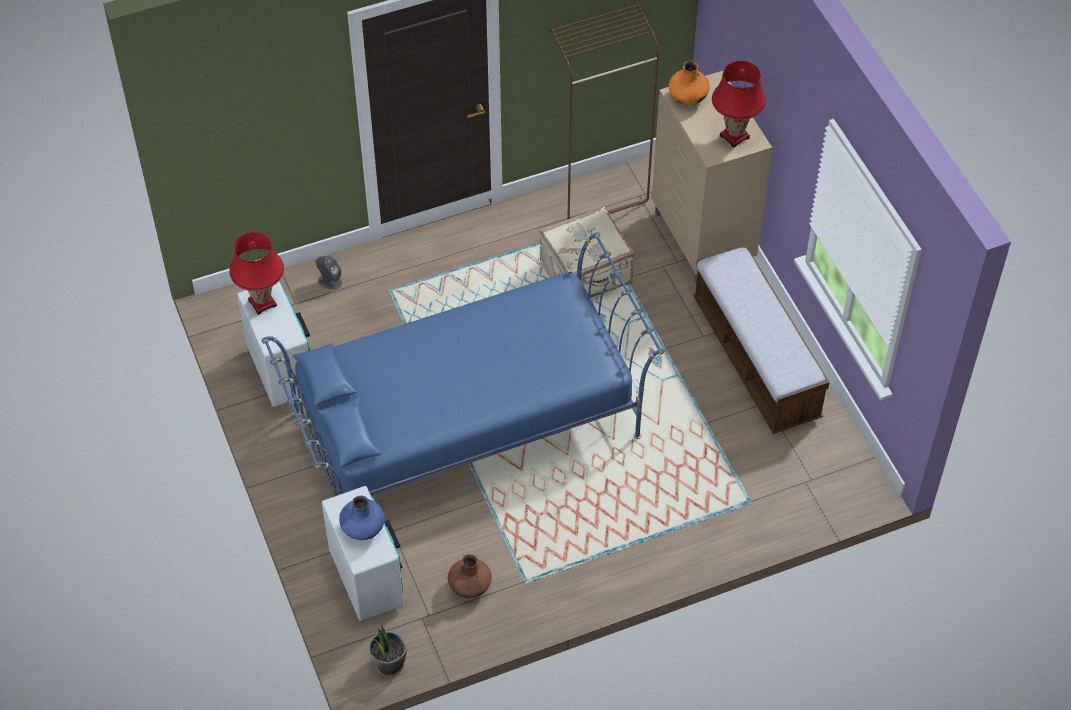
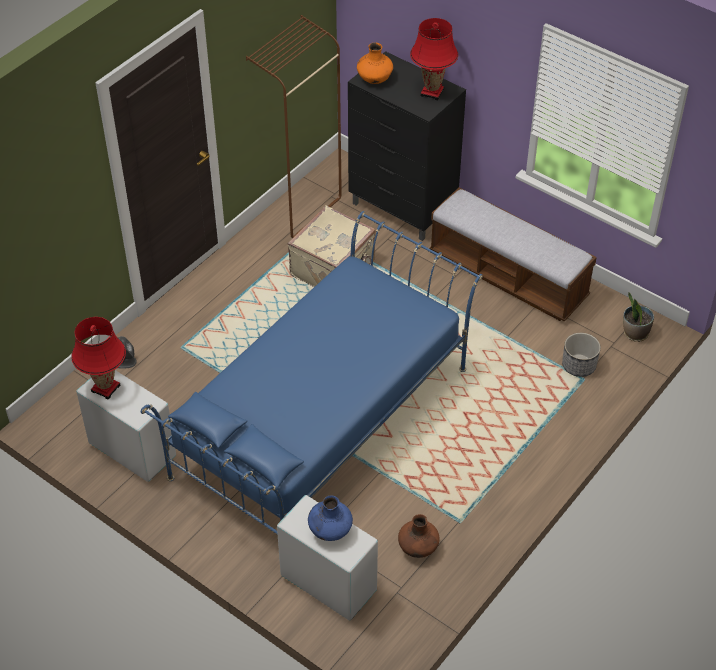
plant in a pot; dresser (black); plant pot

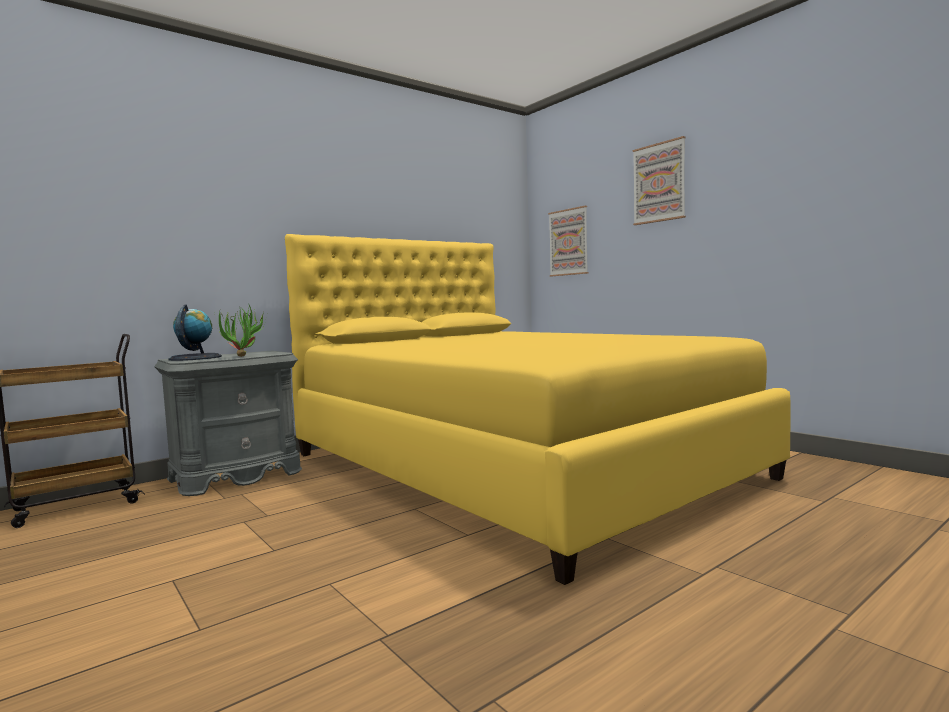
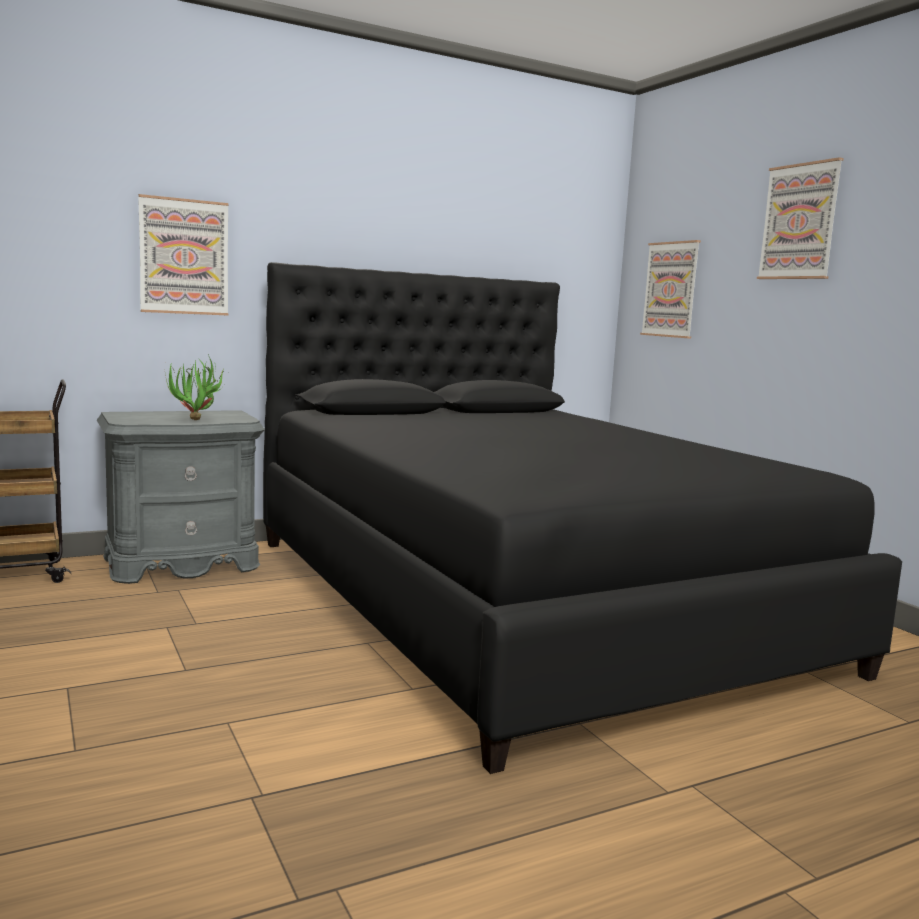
desk globe; bed (black); wall picture (1st from left)

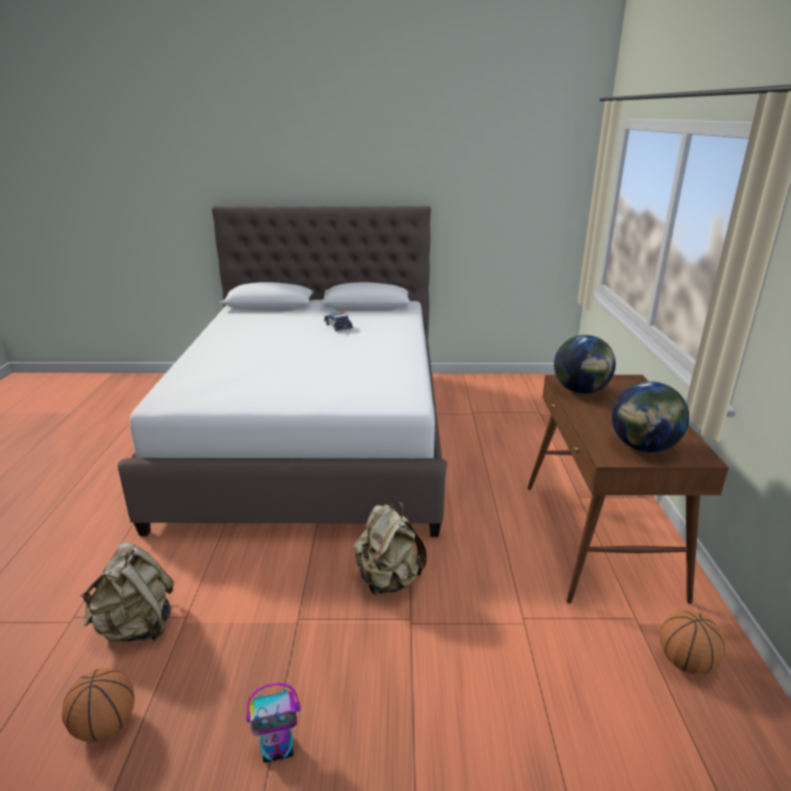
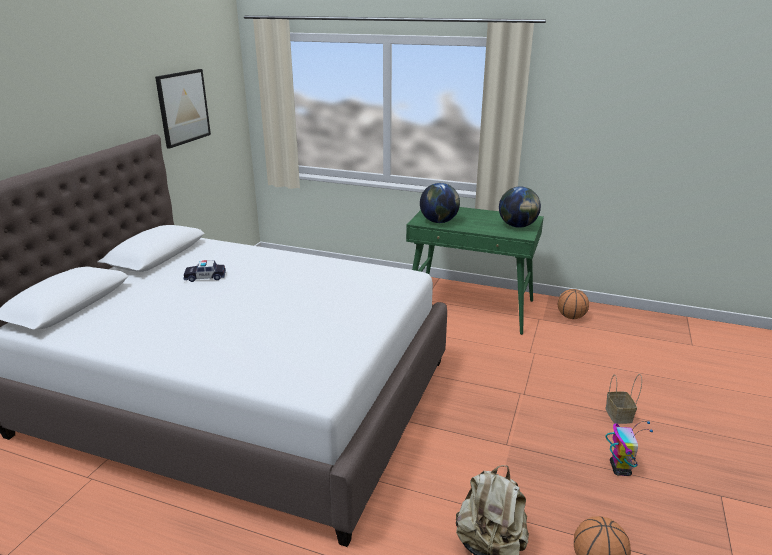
knapsack (beige) (2nd from left in the first image); desk (greenish); wall picture; storage basket

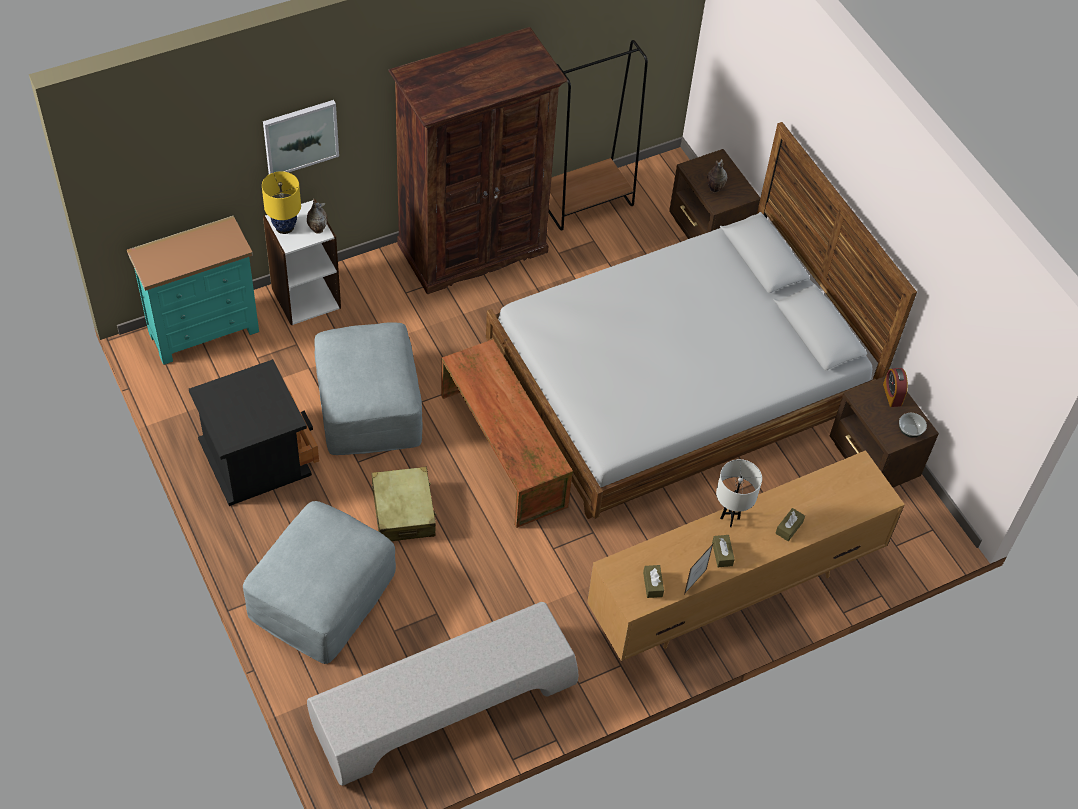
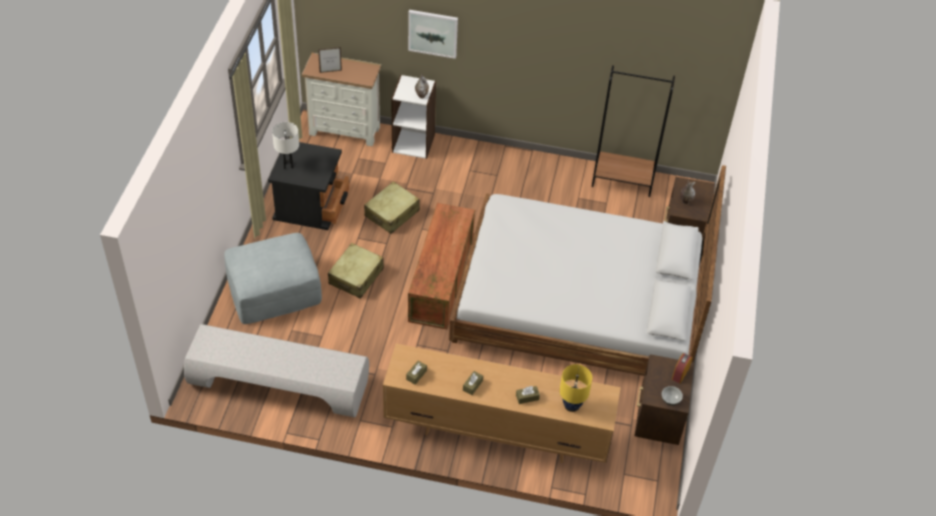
dresser (white); table lamp (yellowish); travel case (beige) (2nd from left); clothes cupboard (brown); standing frame; table lamp (white)

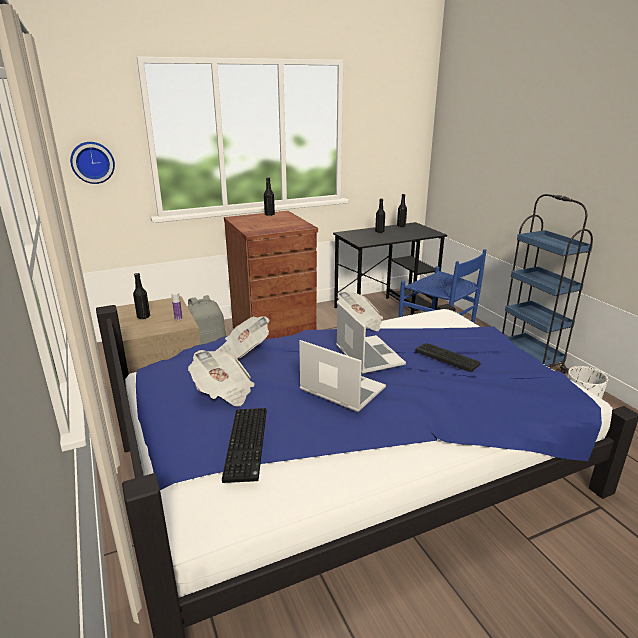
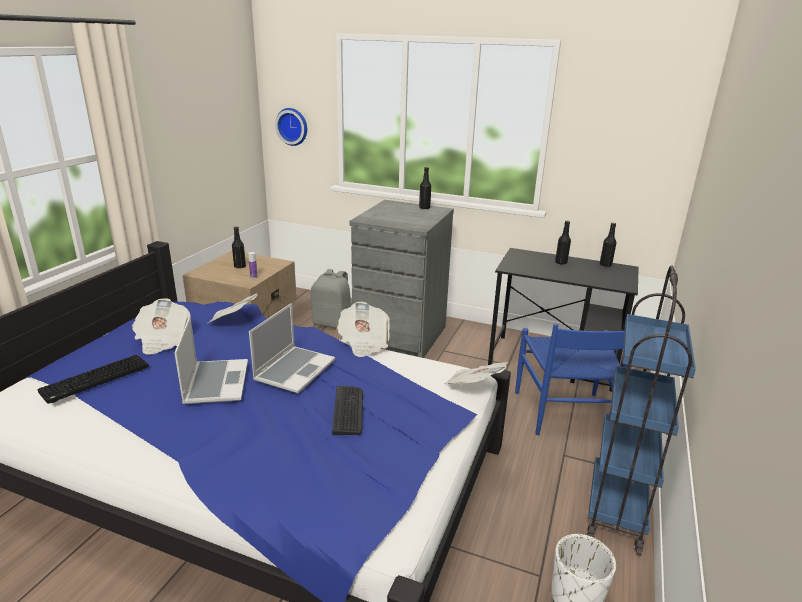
dresser (greyish); newspaper (4th from left)

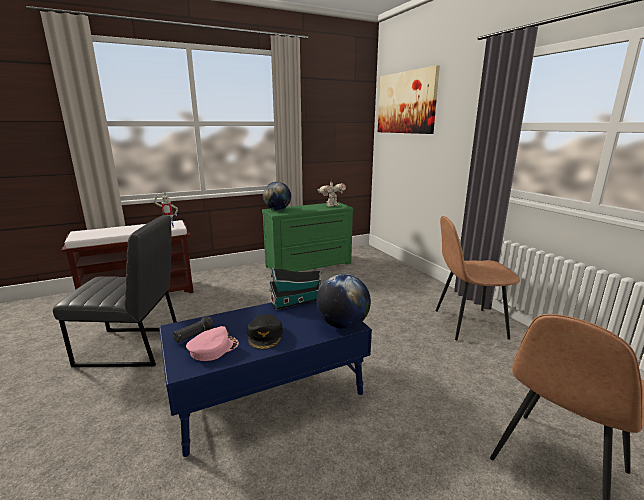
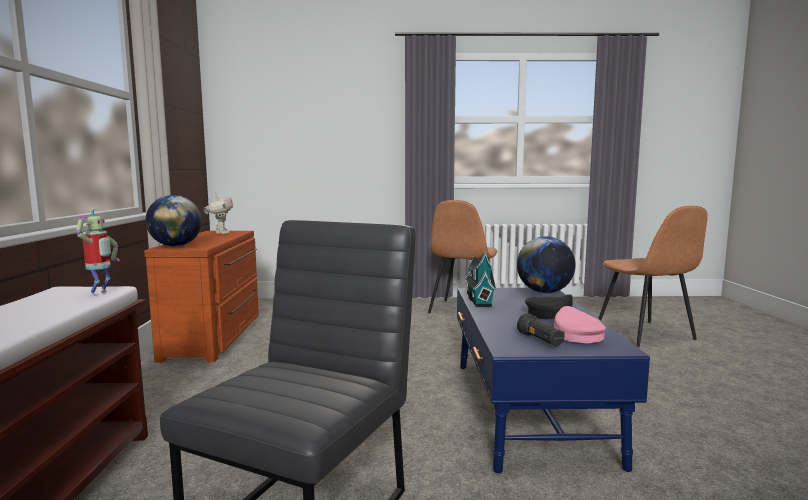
dresser (brown); wall picture

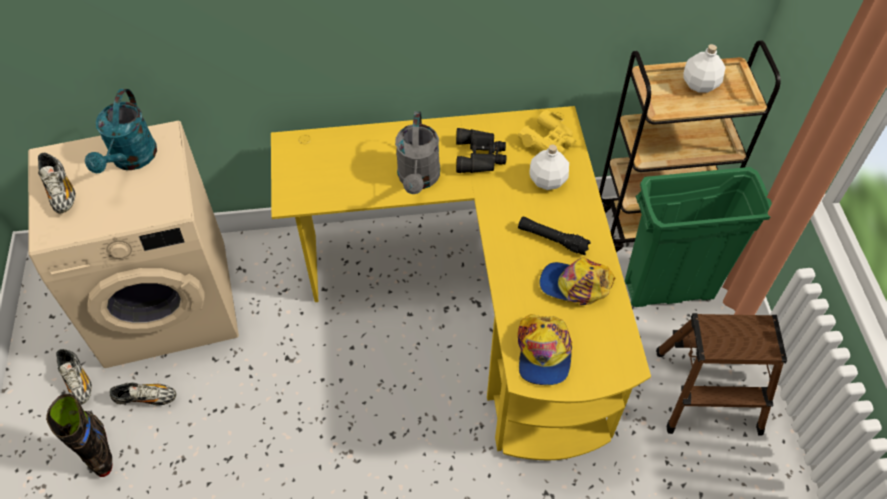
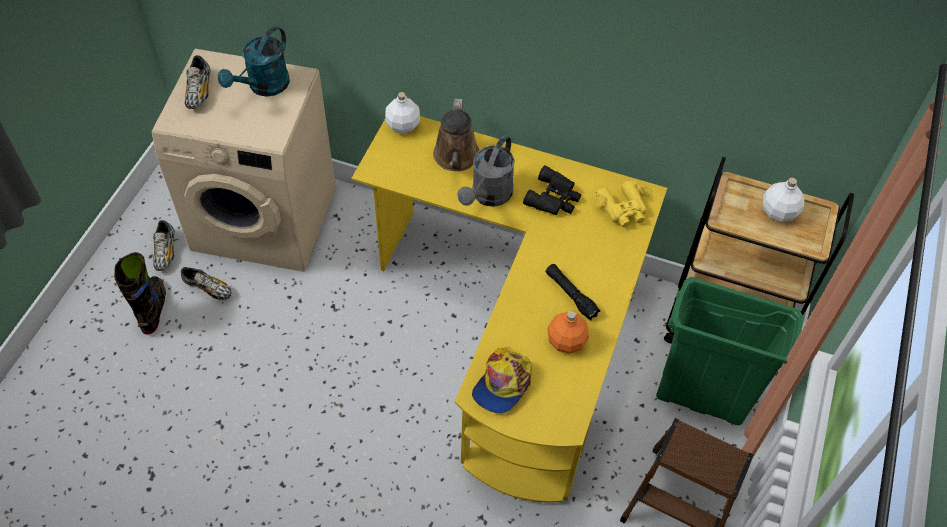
bottle (white) (1st from left); bottle (orangey); watering pot (brown)

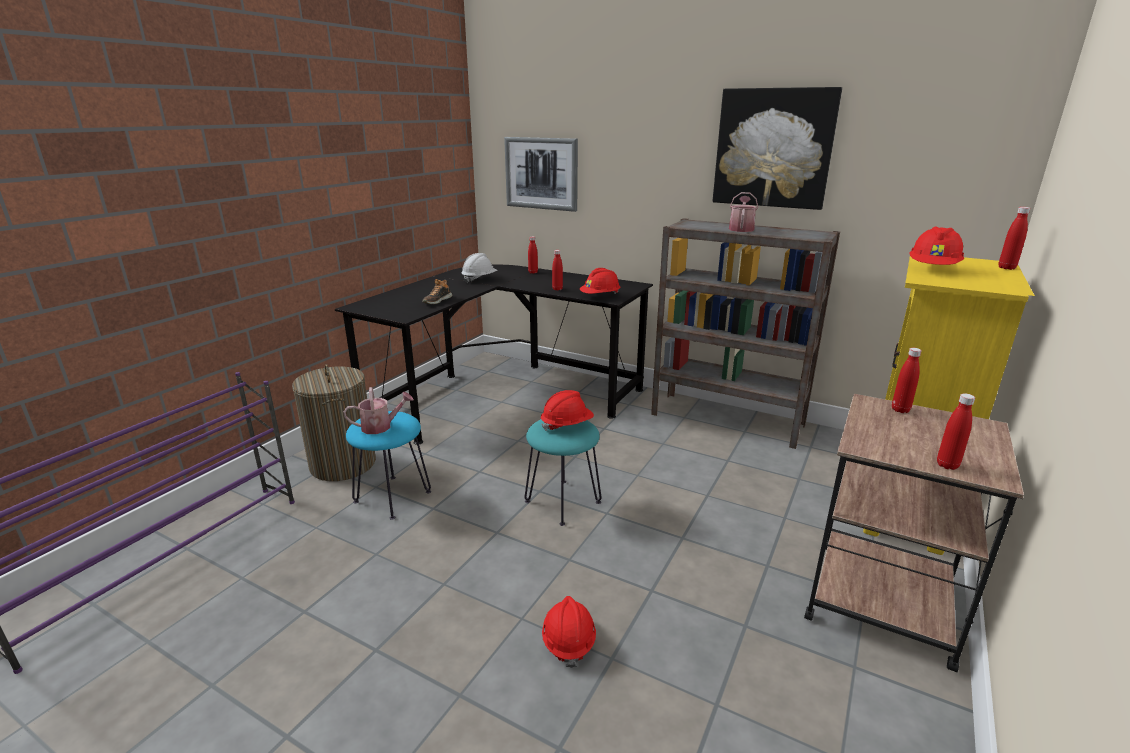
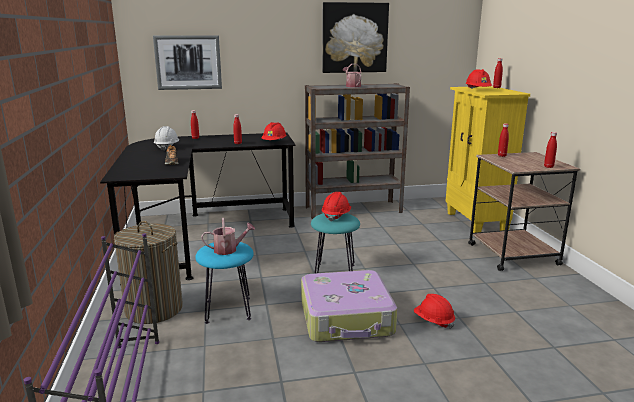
watering pot (1st from left); travel case

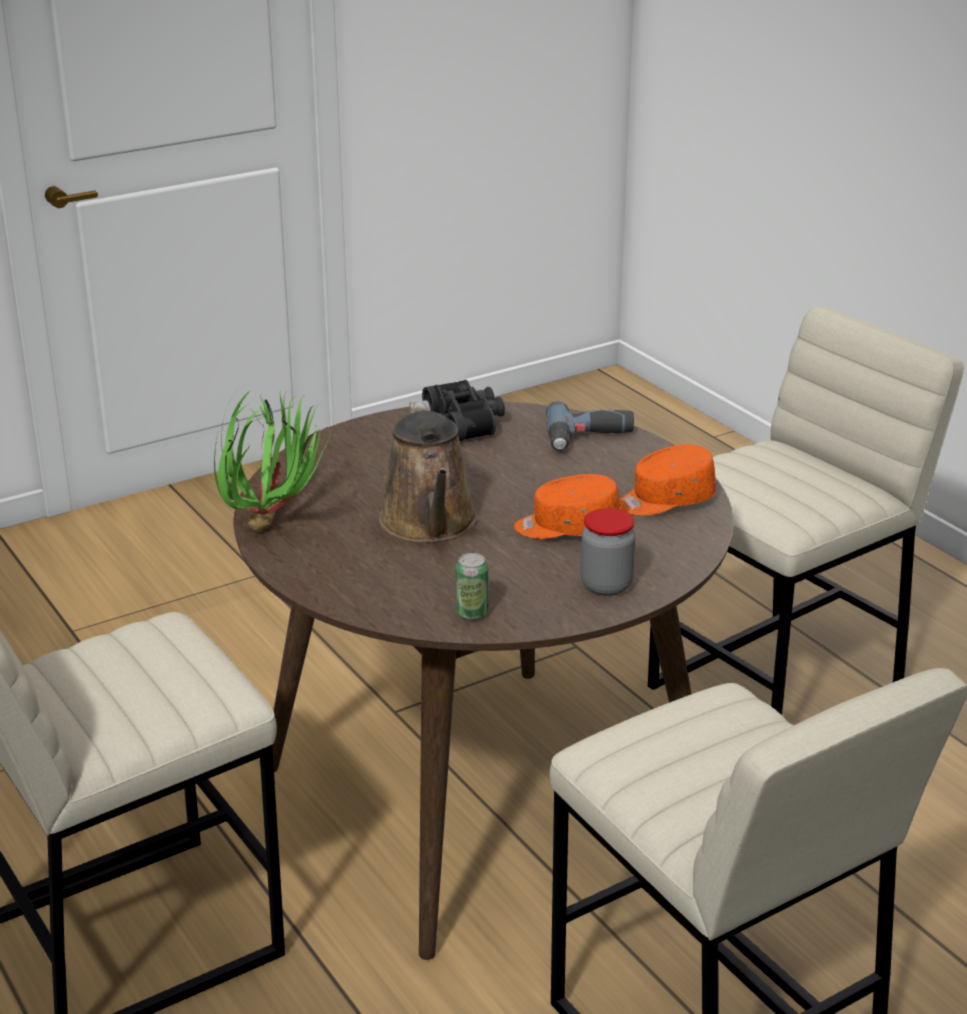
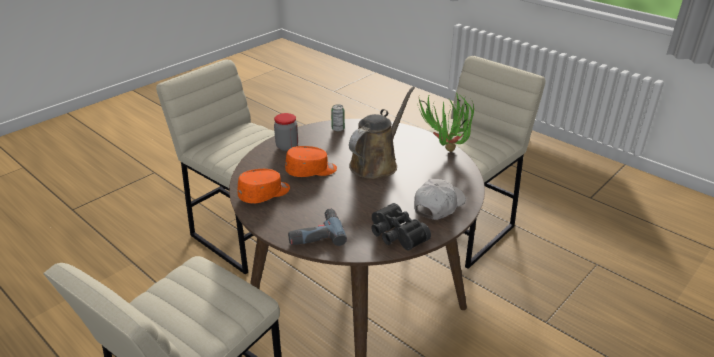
watering pot (brown); baseball cap (white)

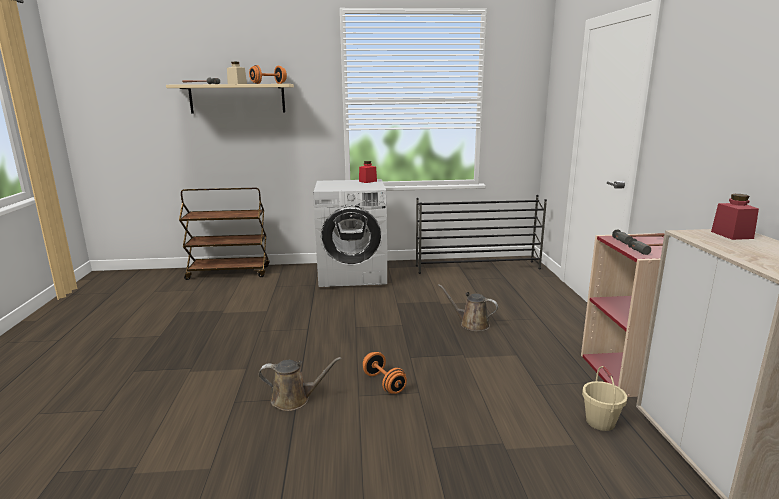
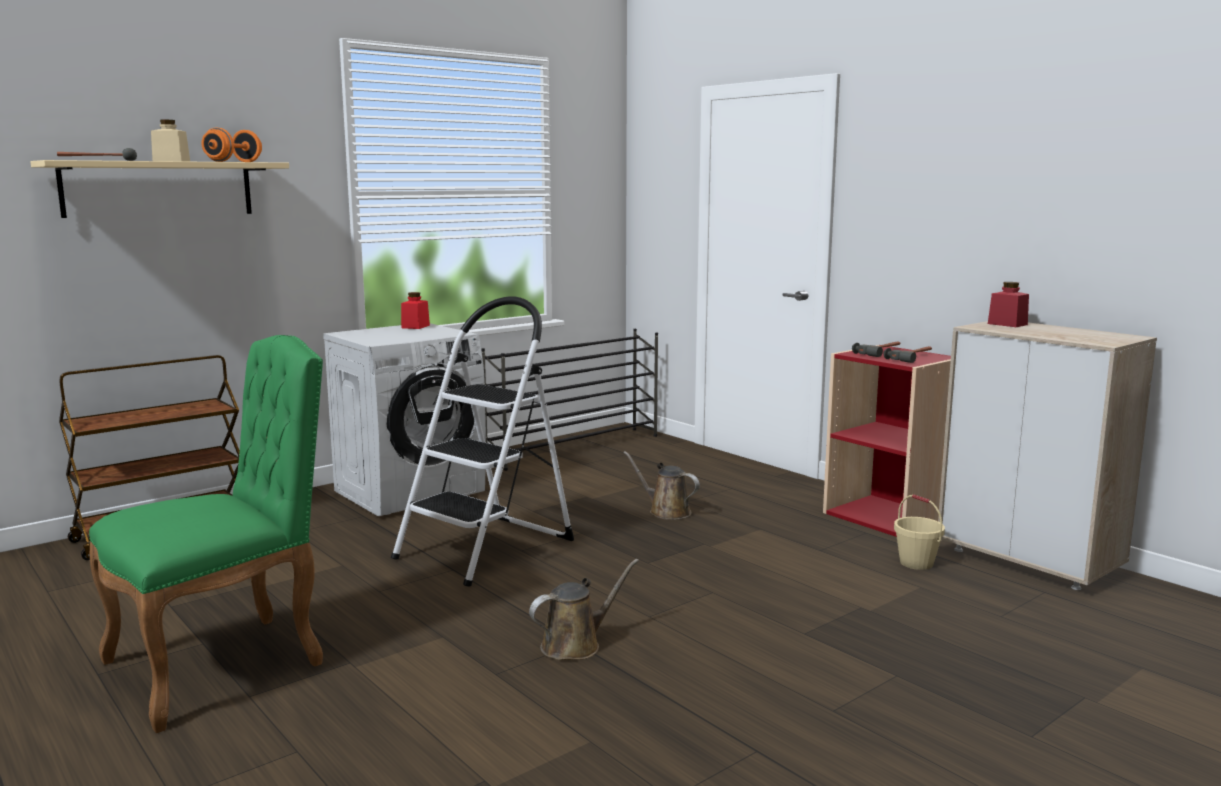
hand weight (orangey) (2nd from left in the first image); watering pot (brown) (2nd from left); plain chair (greenish); stepladder

